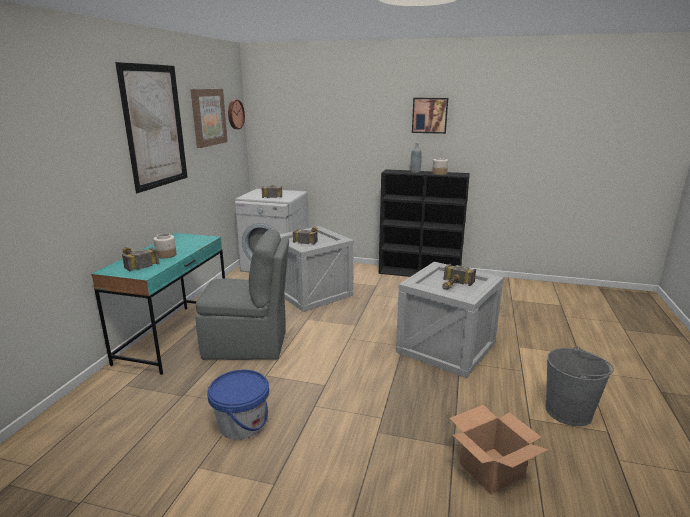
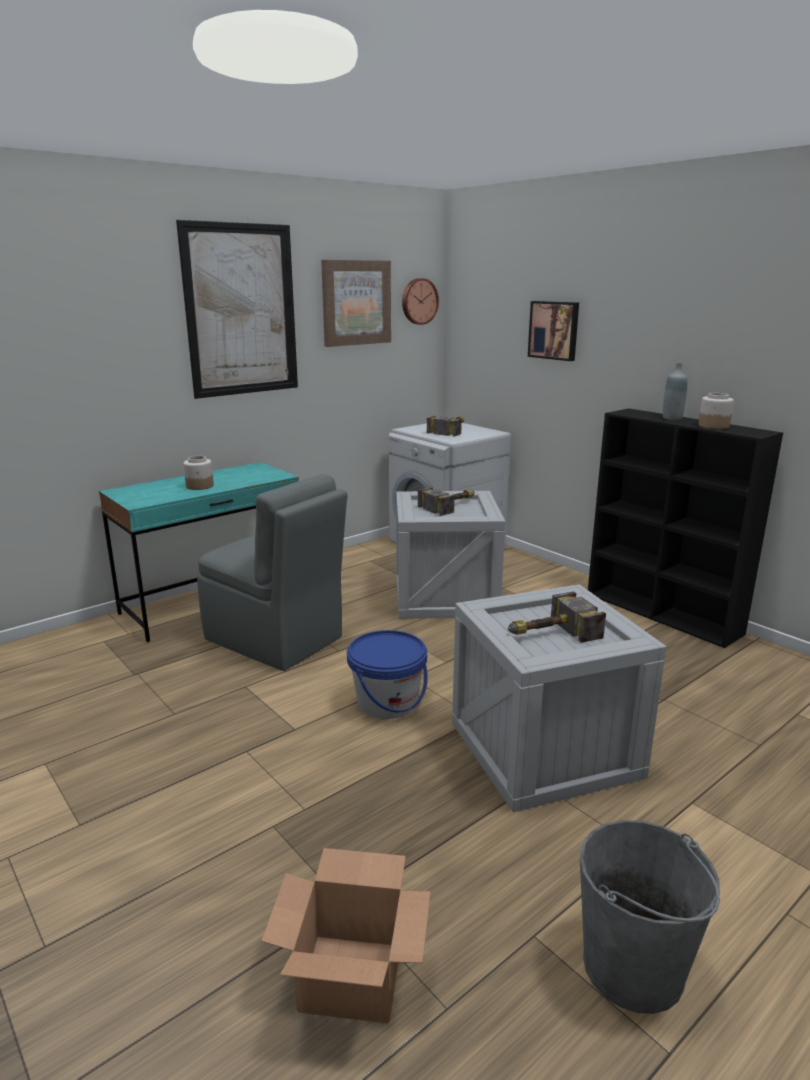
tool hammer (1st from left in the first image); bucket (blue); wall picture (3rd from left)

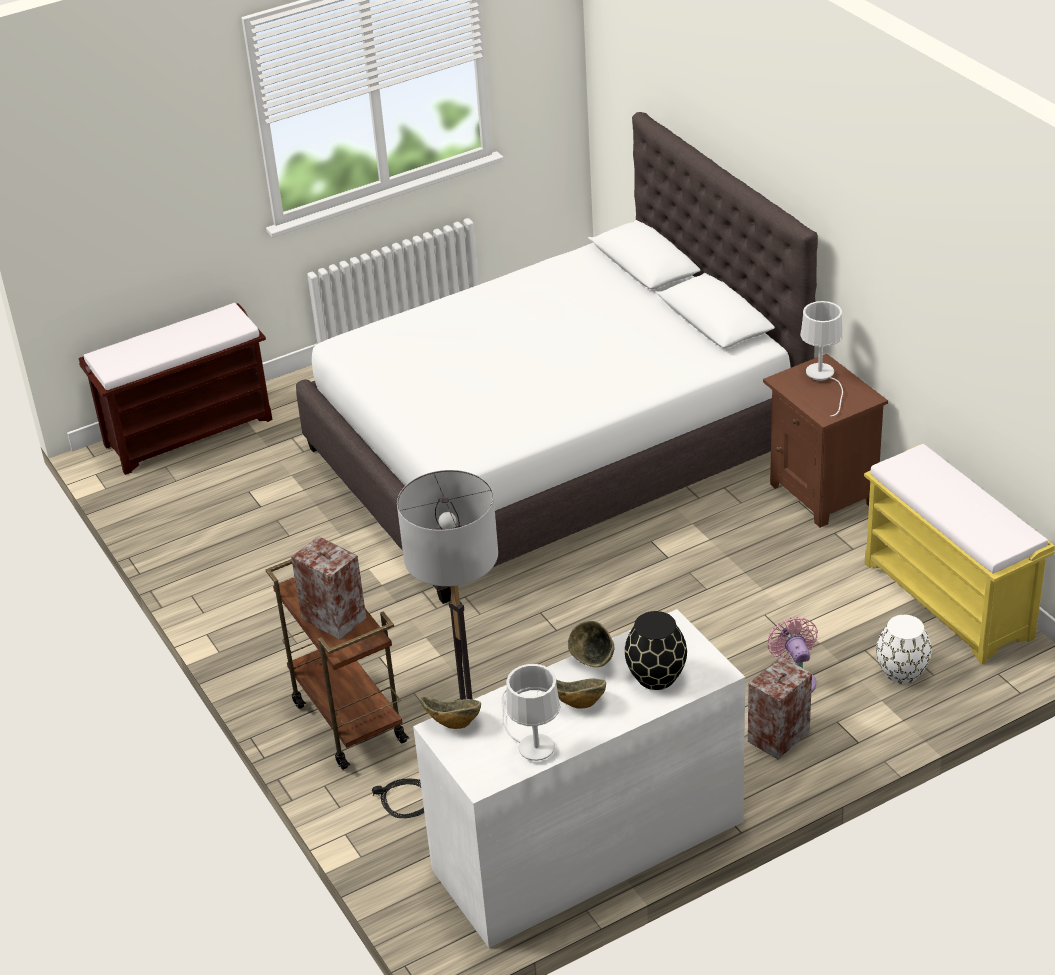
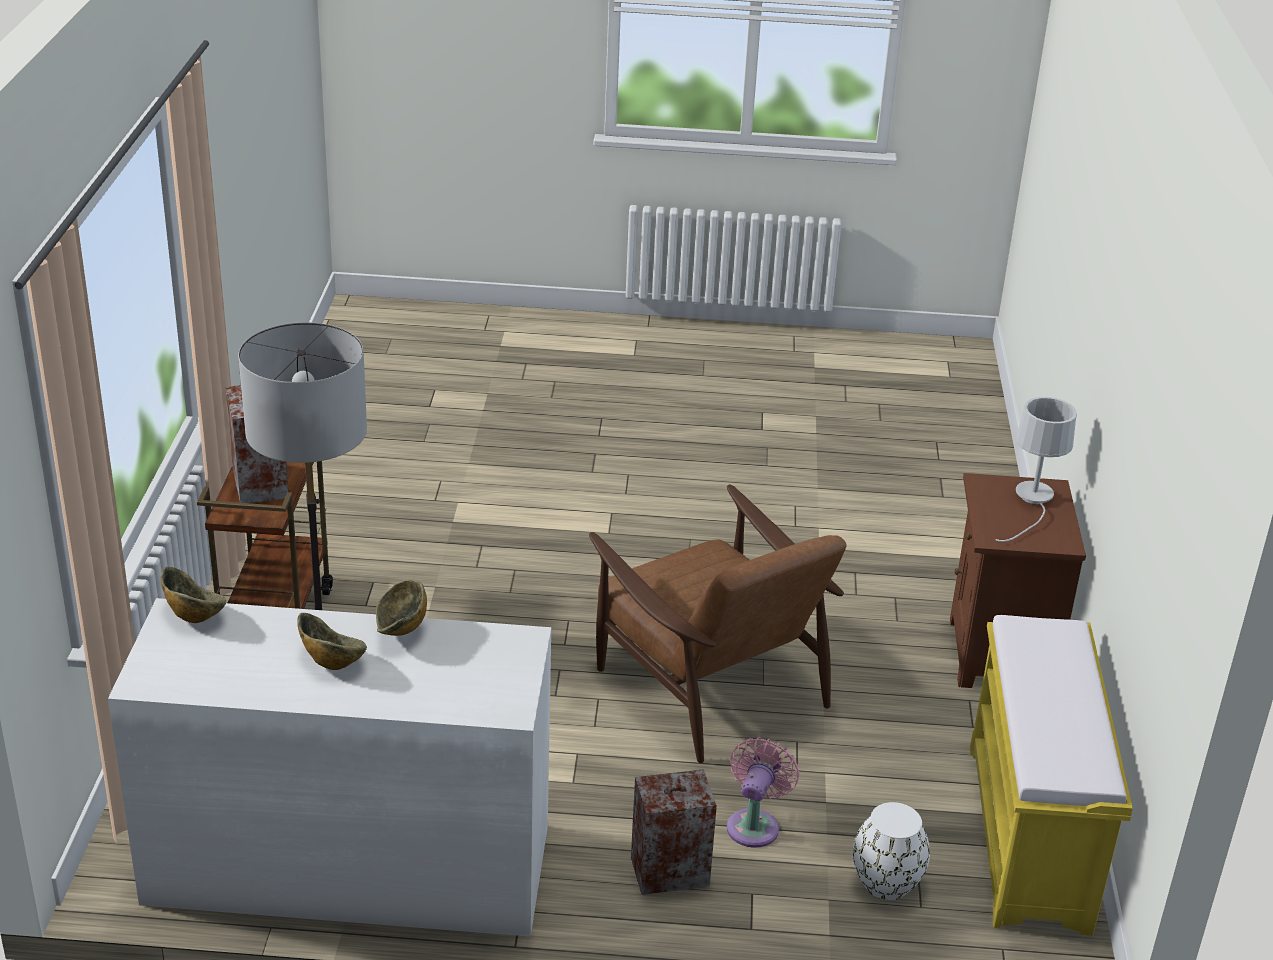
long seat (brown); bed (white); table lamp (white) (1st from left in the first image); flower vase (black); lounge chair (brown)

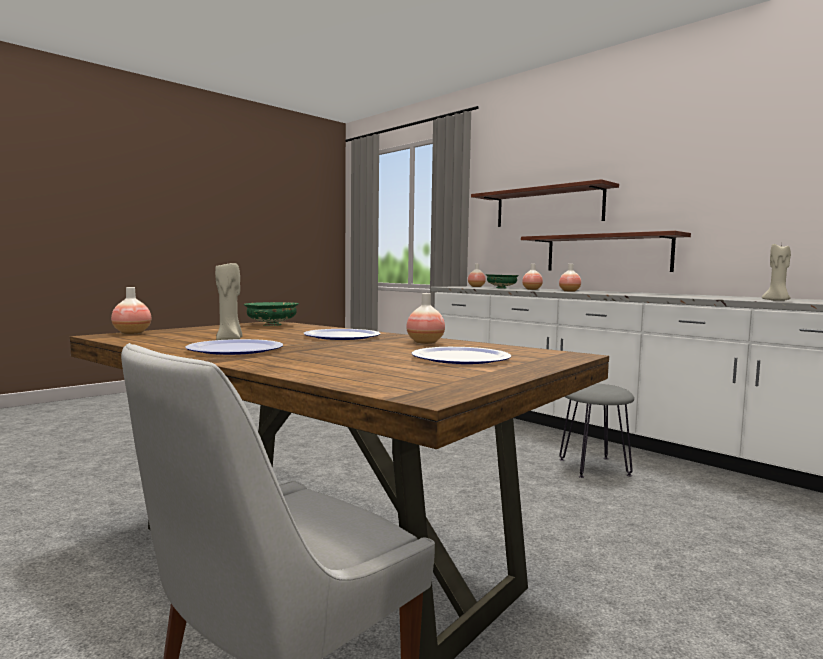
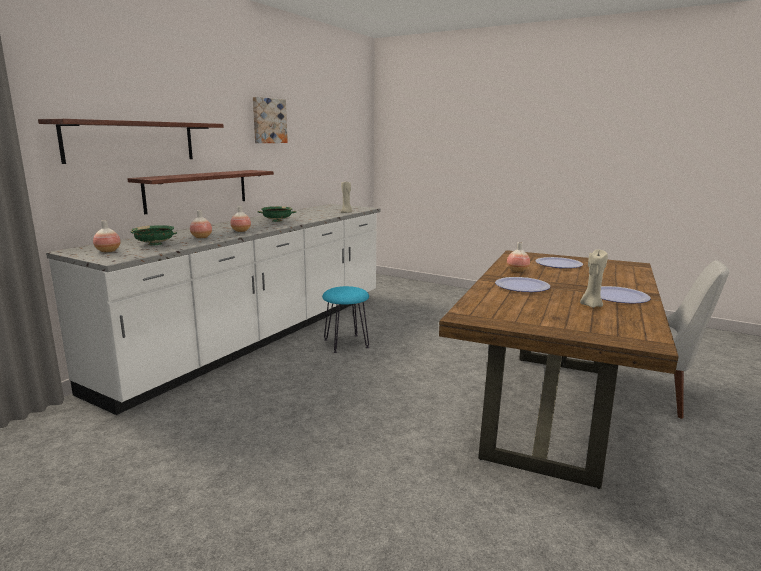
flower vase (1st from left in the first image); deep dish (greenish) (2nd from left); sitting stool (blue-green); wall picture

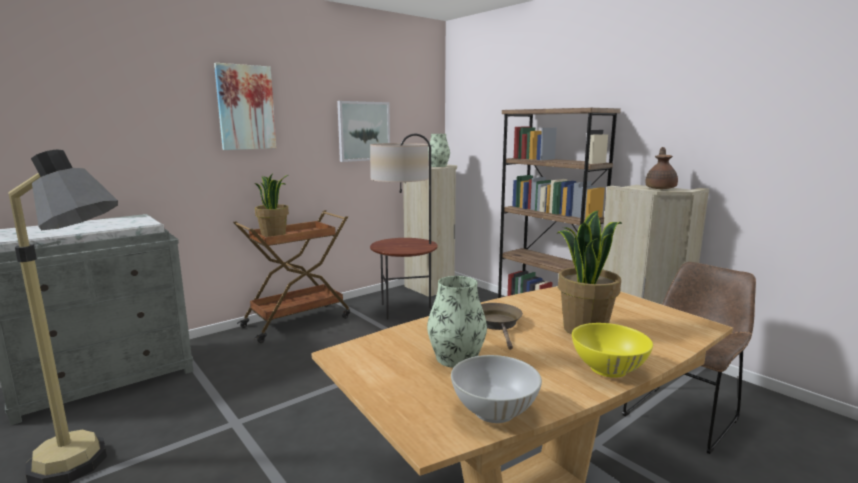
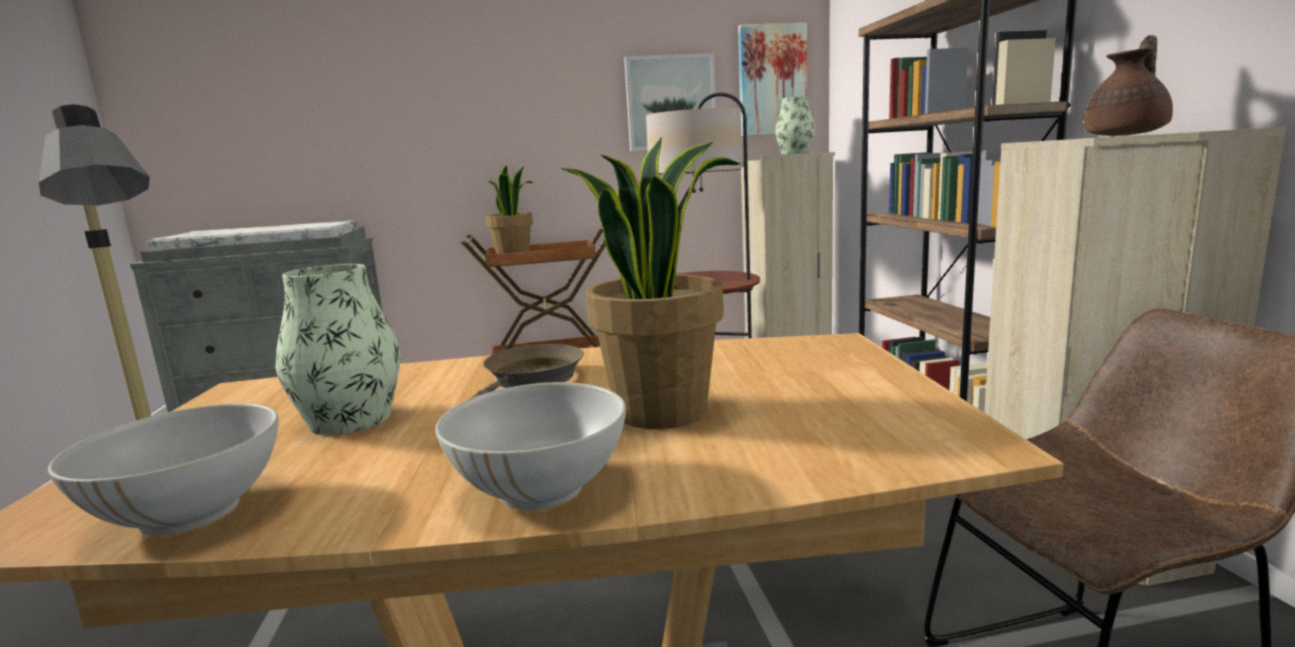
wall picture (2nd from left); deep dish (white) (2nd from left)

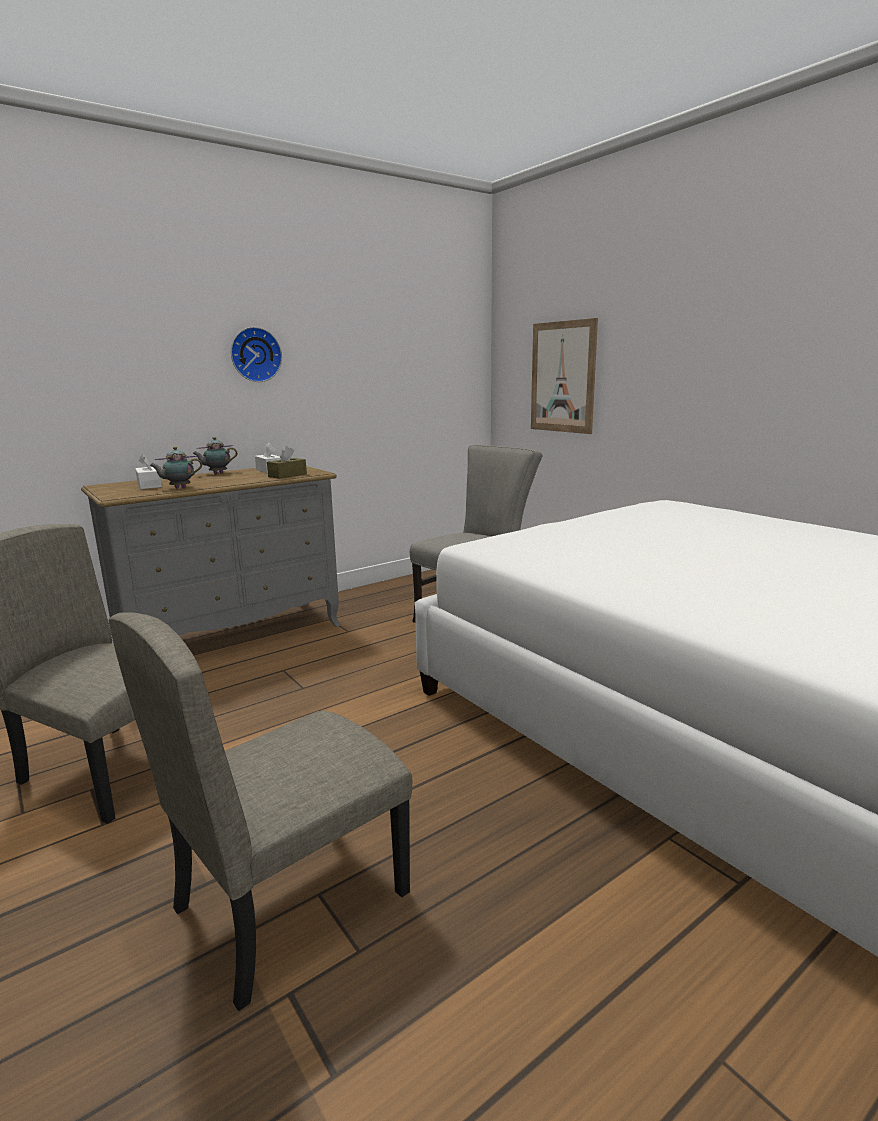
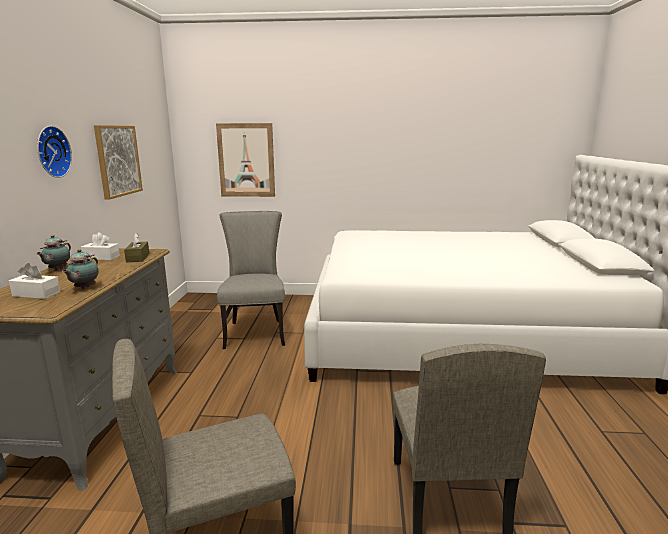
wall picture (1st from left)

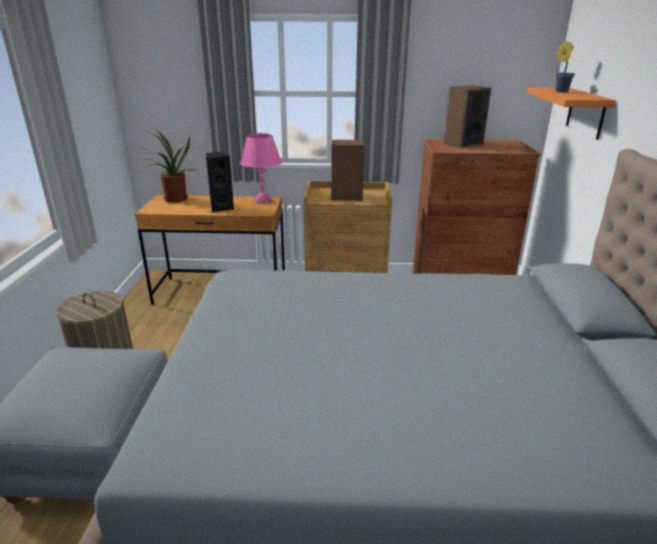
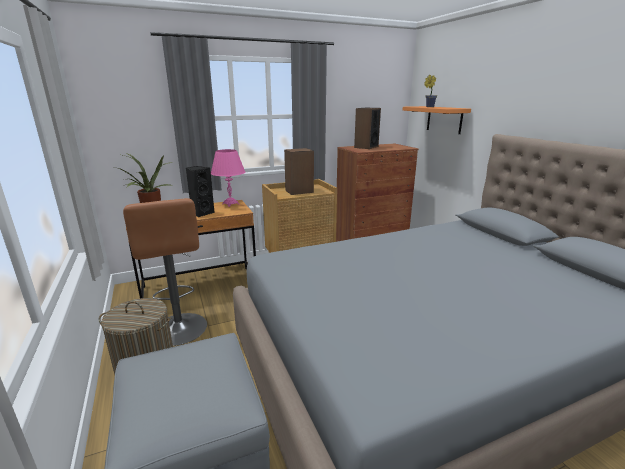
sitting stool (brown)

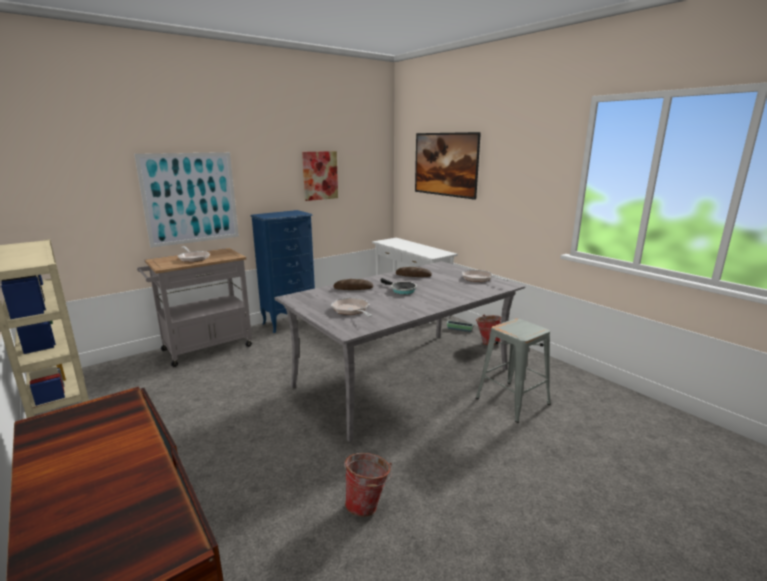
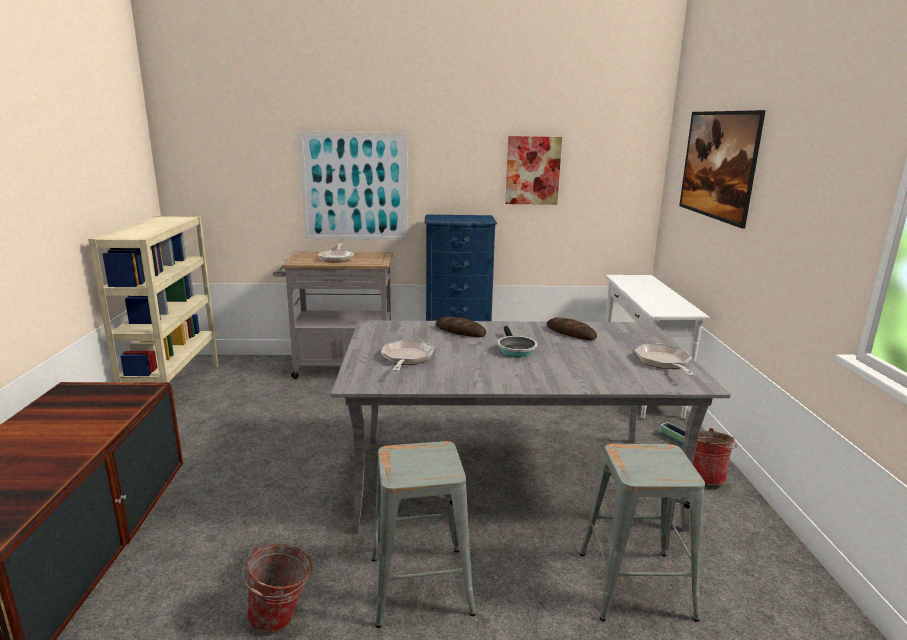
sitting stool (greyish) (1st from left)

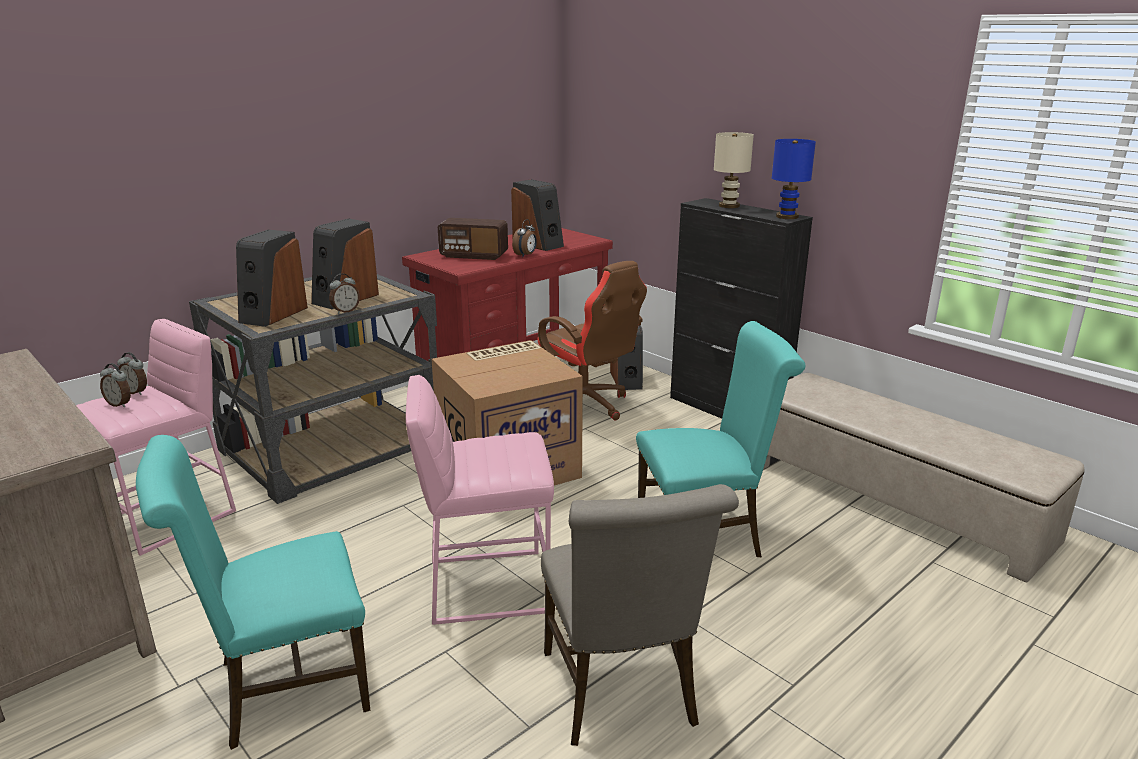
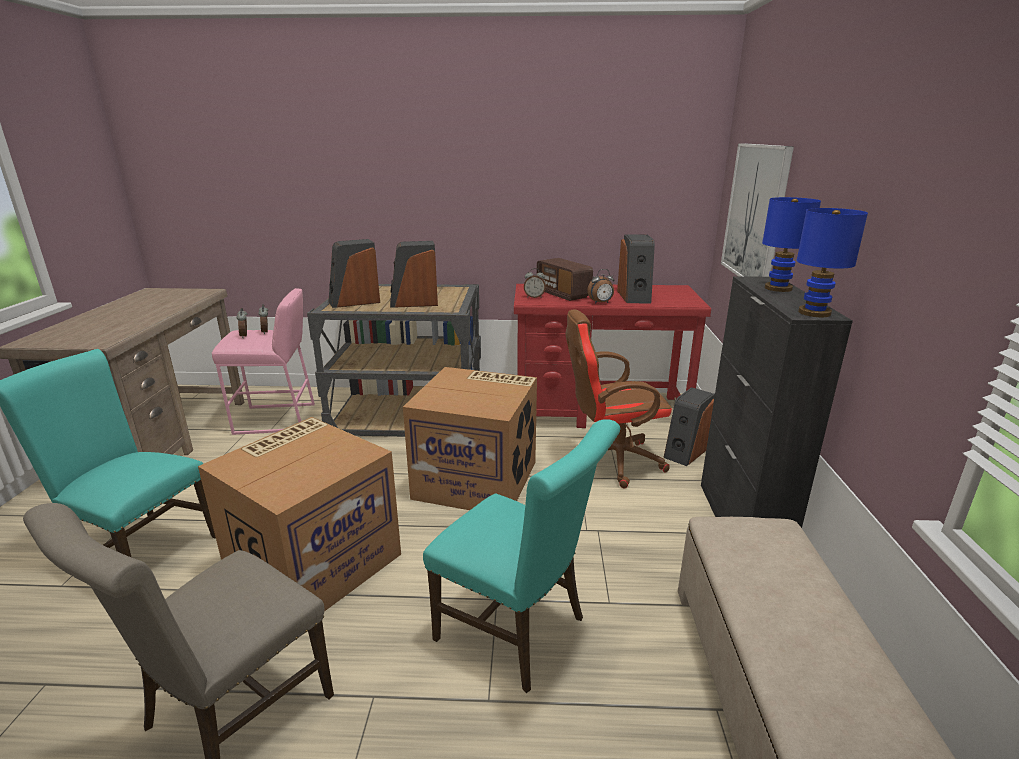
alarm clock (3rd from left); packing box (1st from left); desk chair (brown); table lamp (blue) (1st from left); wall picture

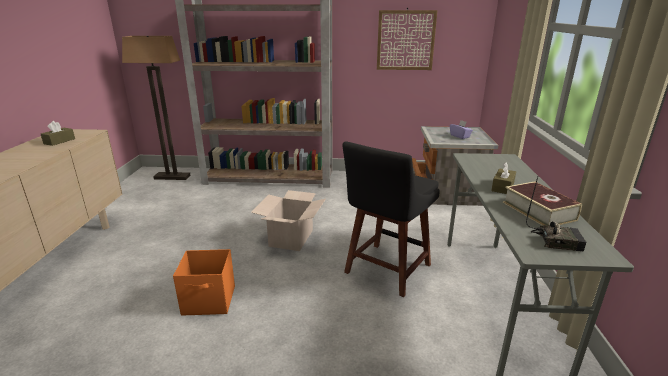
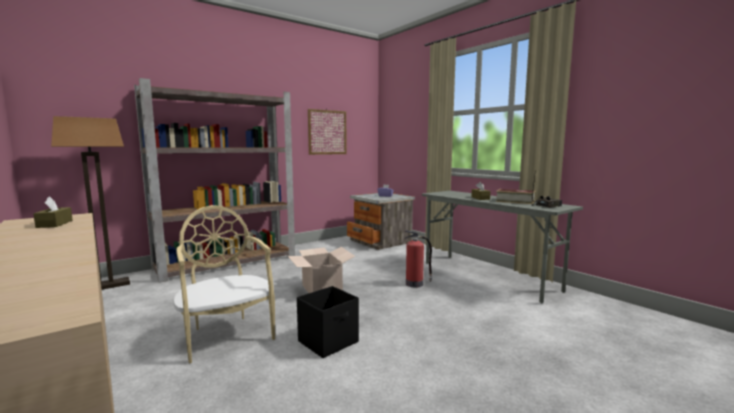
storage bin (black); extinguisher; plain chair (beige)

